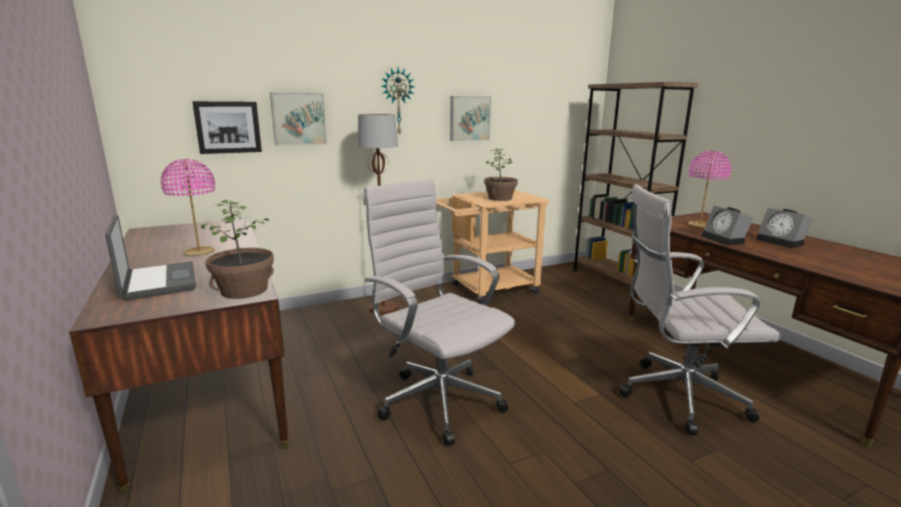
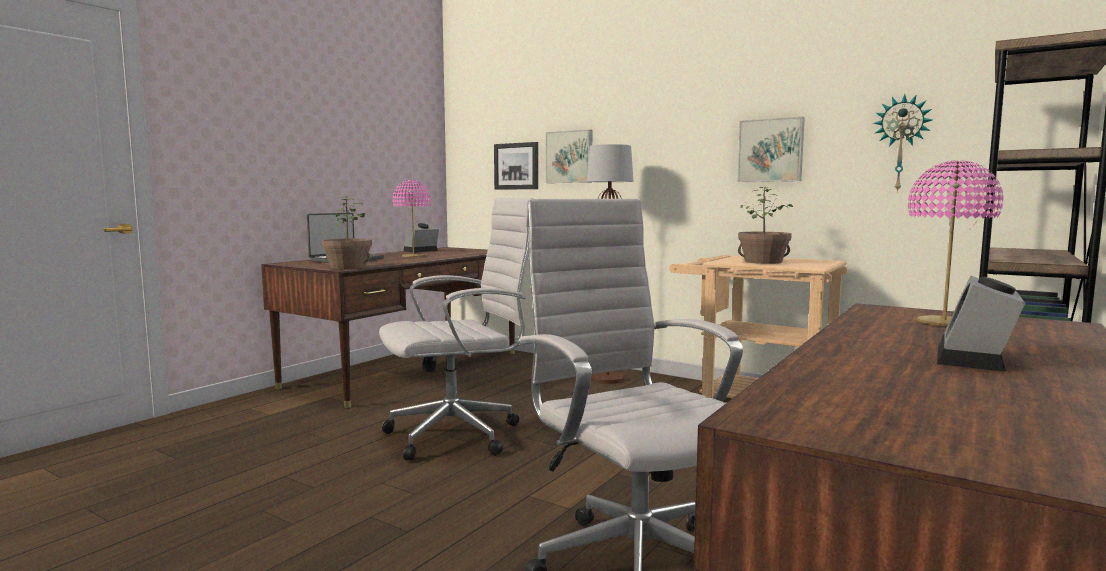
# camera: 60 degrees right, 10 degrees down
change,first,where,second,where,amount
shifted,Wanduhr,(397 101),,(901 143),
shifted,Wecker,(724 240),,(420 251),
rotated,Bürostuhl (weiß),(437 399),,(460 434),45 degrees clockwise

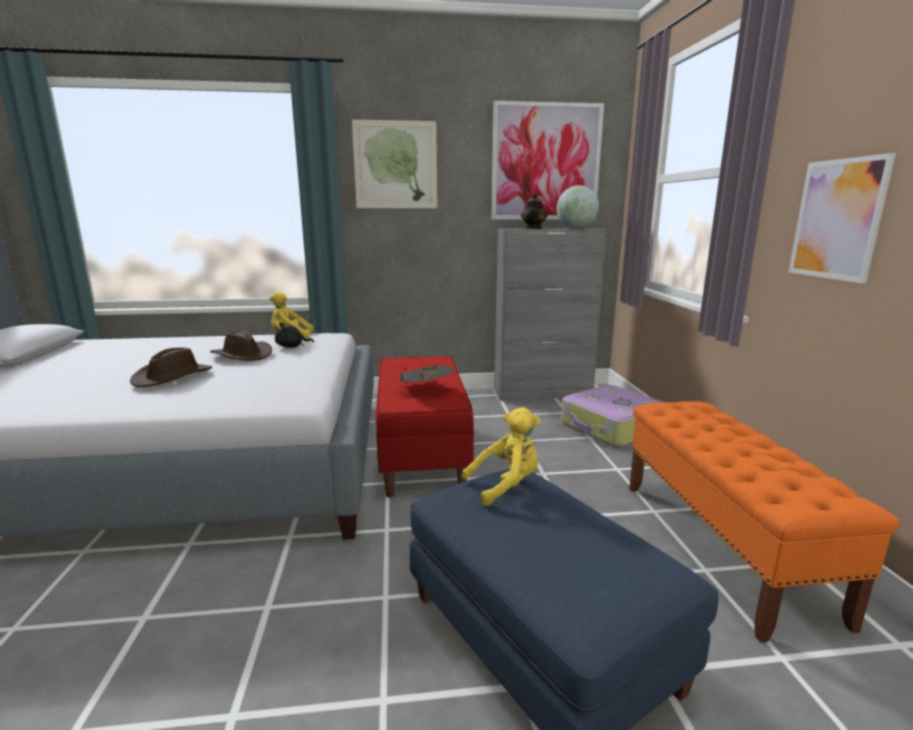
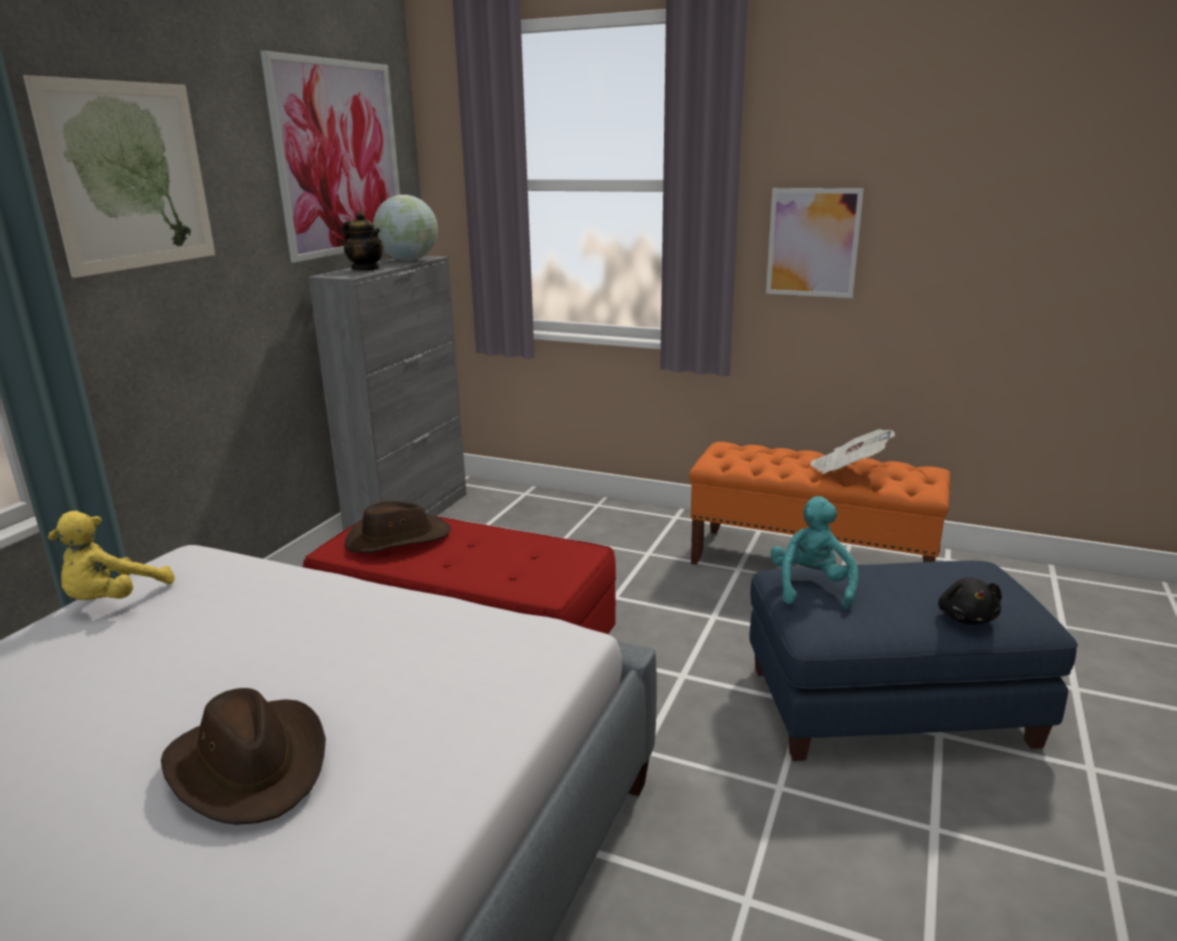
# camera: 60 degrees left, 5 degrees up
change,first,where,second,where,amount
gone,Koffer,(611 427),,,
shifted,Hut (braun),(243 355),,(397 538),
shifted,Plüschtier (schwarz),(292 347),,(966 617),
shifted,Zeitung,(426 389),,(848 470),
repainted,Plüschtier (gelb),(506 485),Plüschtier (türkis),(811 587),

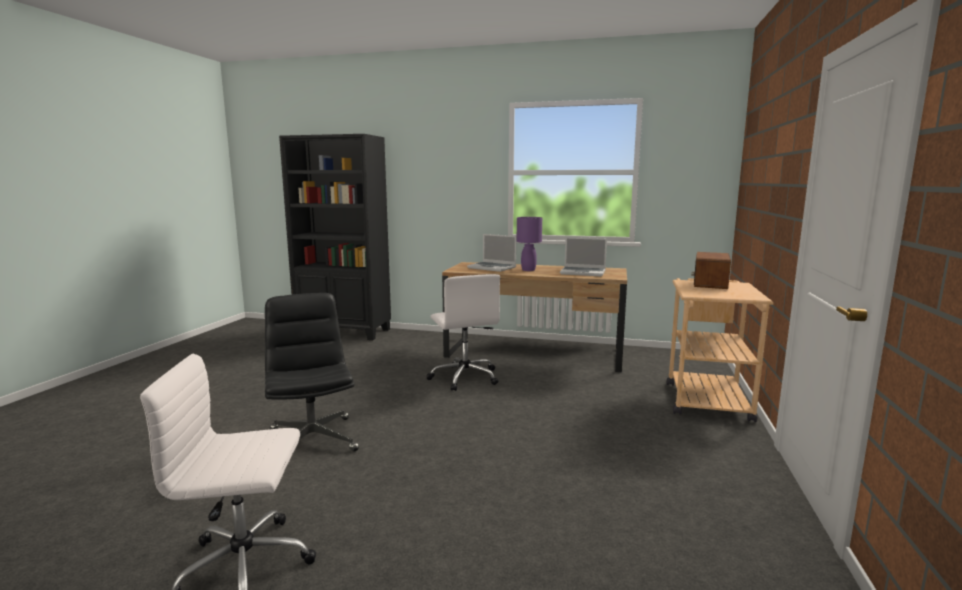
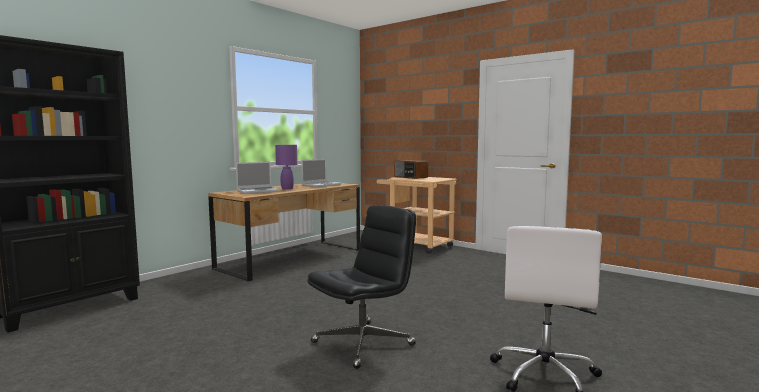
# camera: 65 degrees left, 5 degrees down
change,first,where,second,where,amount
gone,Bürostuhl (weiß),(464 377),,,
rotated,Bürostuhl (schwarz),(312 439),,(363 343),135 degrees clockwise

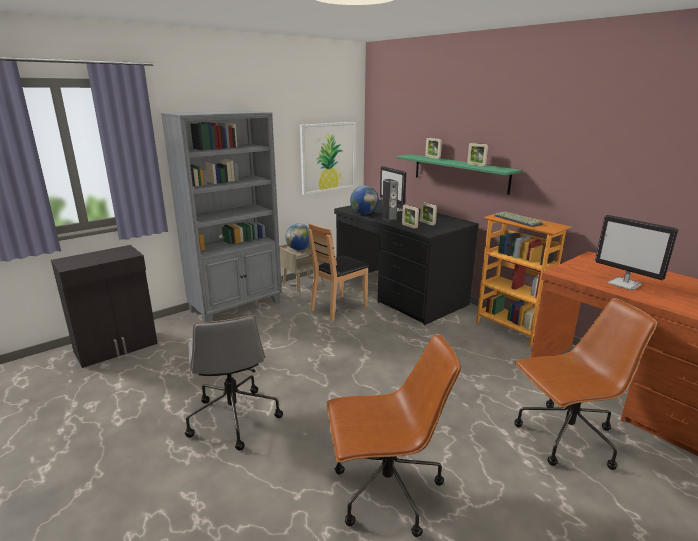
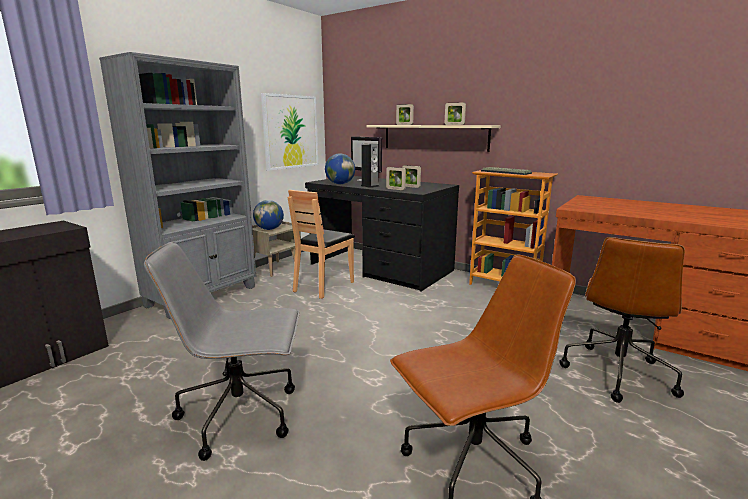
# camera: 15 degrees left, 5 degrees down
change,first,where,second,where,amount
gone,Monitor,(625 284),,,
repainted,Wandregal (grün),(460 173),Wandregal (beige),(434 137),
rotated,Bürostuhl (grau),(233 417),,(241 414),120 degrees clockwise
rotated,Bürostuhl (braun),(565 438),,(616 372),150 degrees clockwise

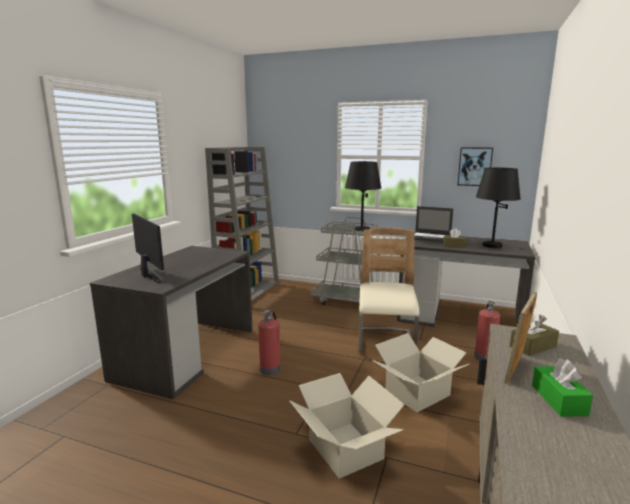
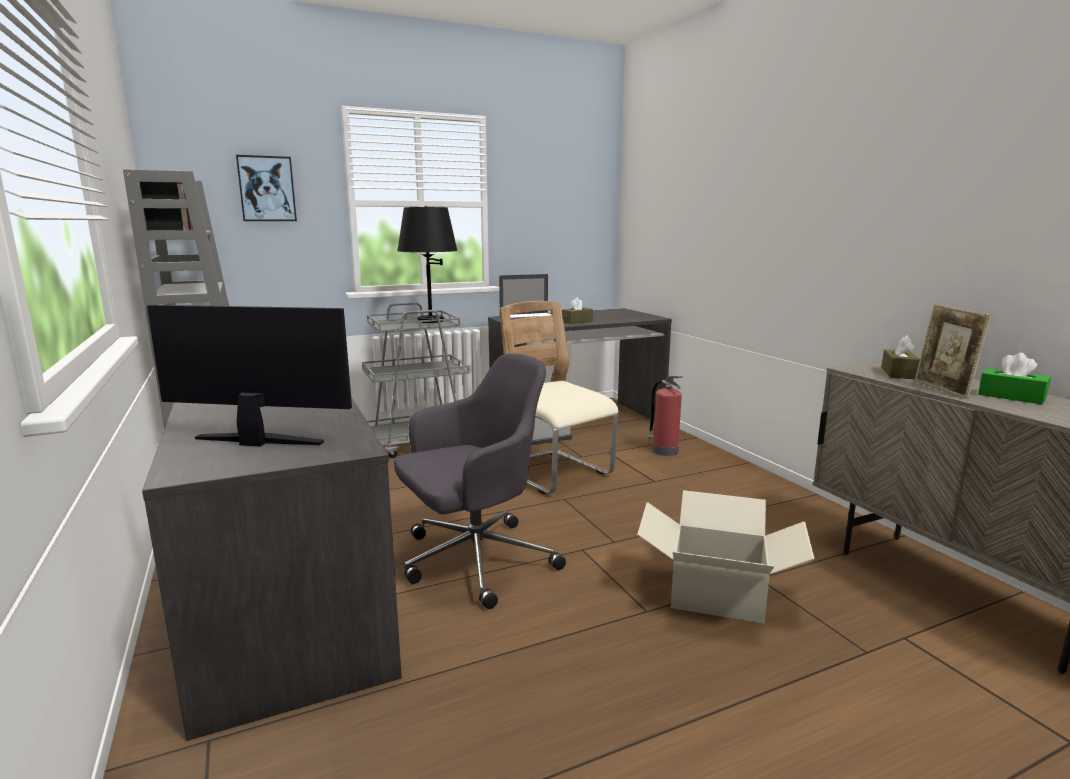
# camera: 45 degrees left, 0 degrees up
change,first,where,second,where,amount
gone,Karton,(418 393),,,
gone,Tischlampe (schwarz),(492 245),,,
shifted,Bild,(474 166),,(267 189),
swapped,Feuerlöscher,(270 369),Bürostuhl (grau),(474 561),

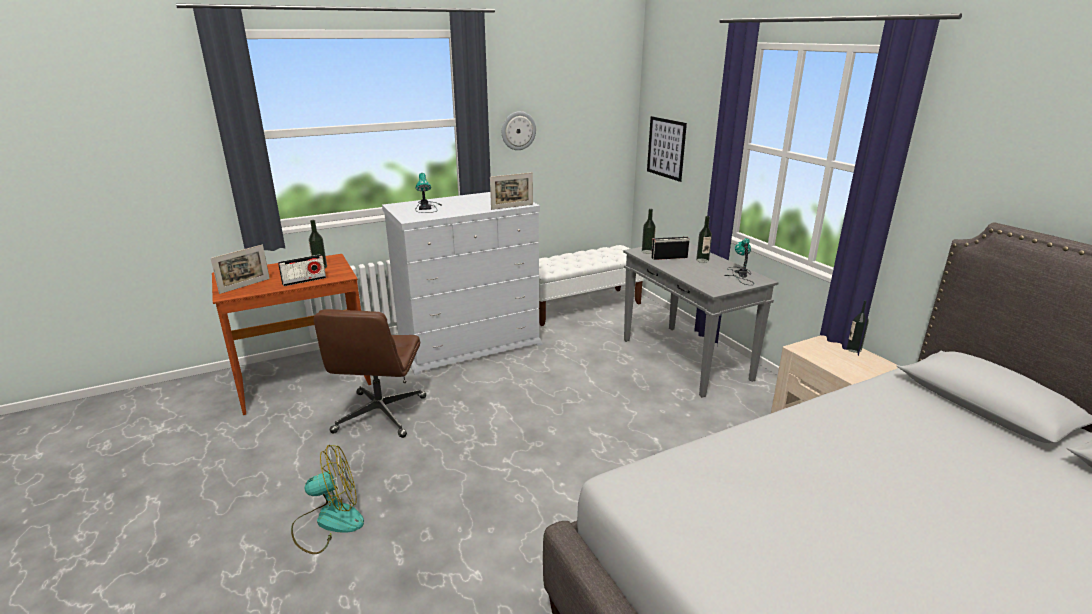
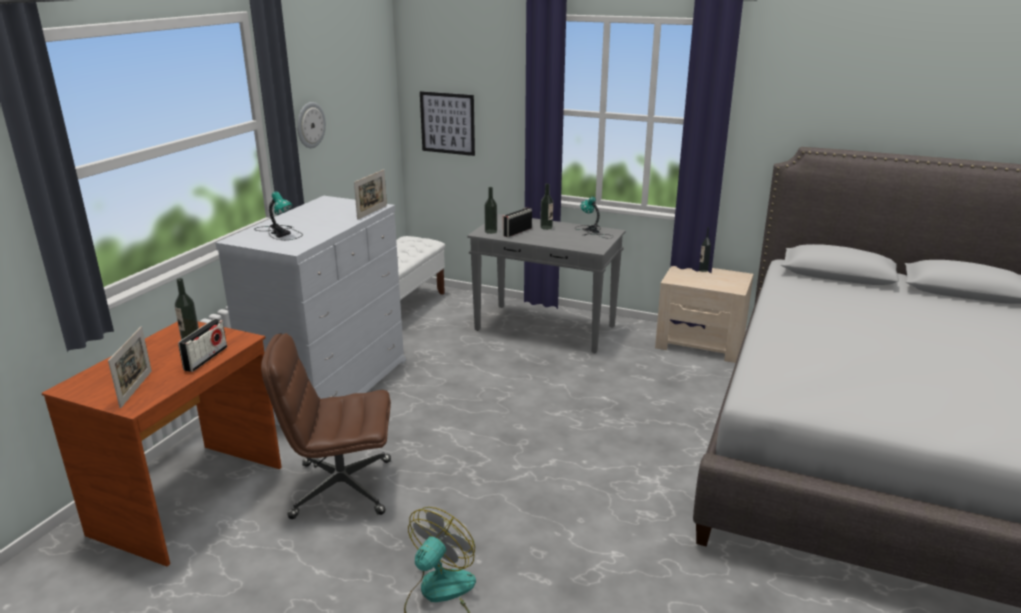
# camera: 40 degrees left, 0 degrees up
change,first,where,second,where,amount
rotated,Bürostuhl (braun),(380 415),,(340 488),120 degrees clockwise

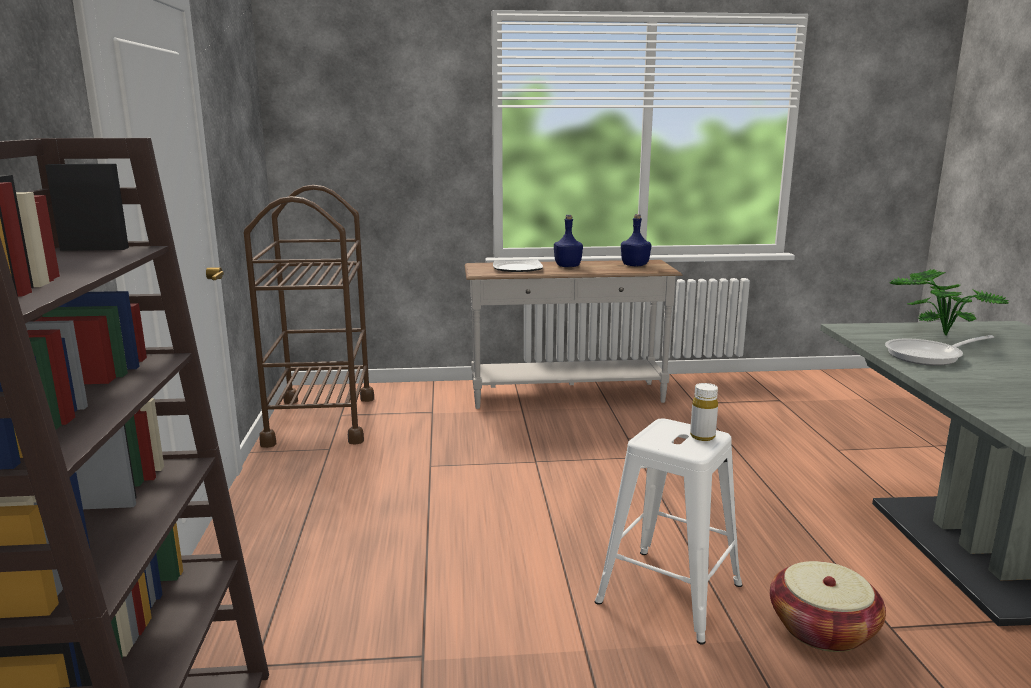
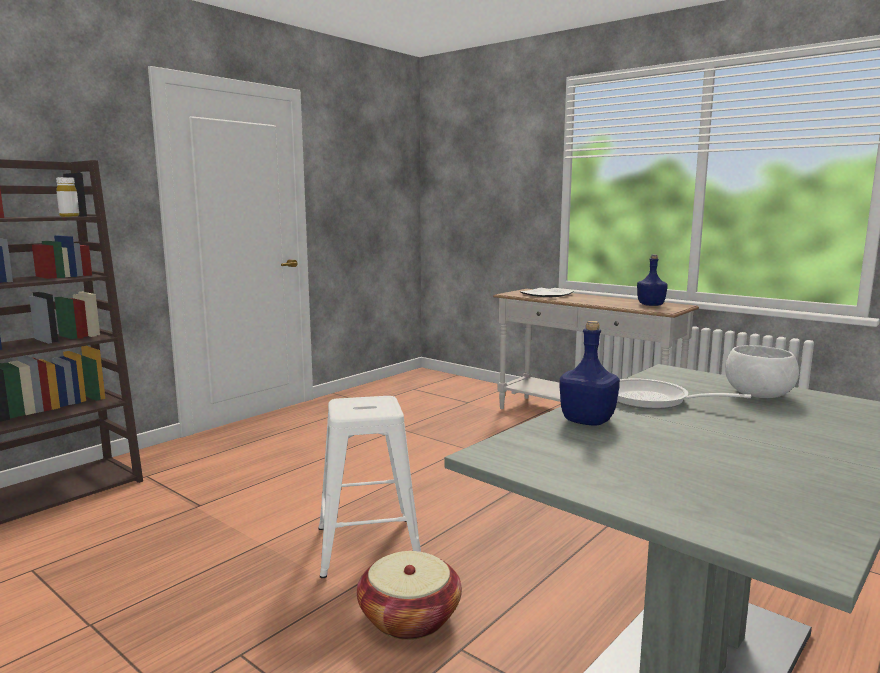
# camera: 45 degrees right, 5 degrees down
change,first,where,second,where,amount
gone,Rollwagen (braun),(321 420),,,
shifted,Flasche (blau),(568 266),,(587 421),
shifted,Flasche (weiß),(702 436),,(69 216),
swapped,Topfpflanze,(941 333),Schüssel (weiß),(759 394),

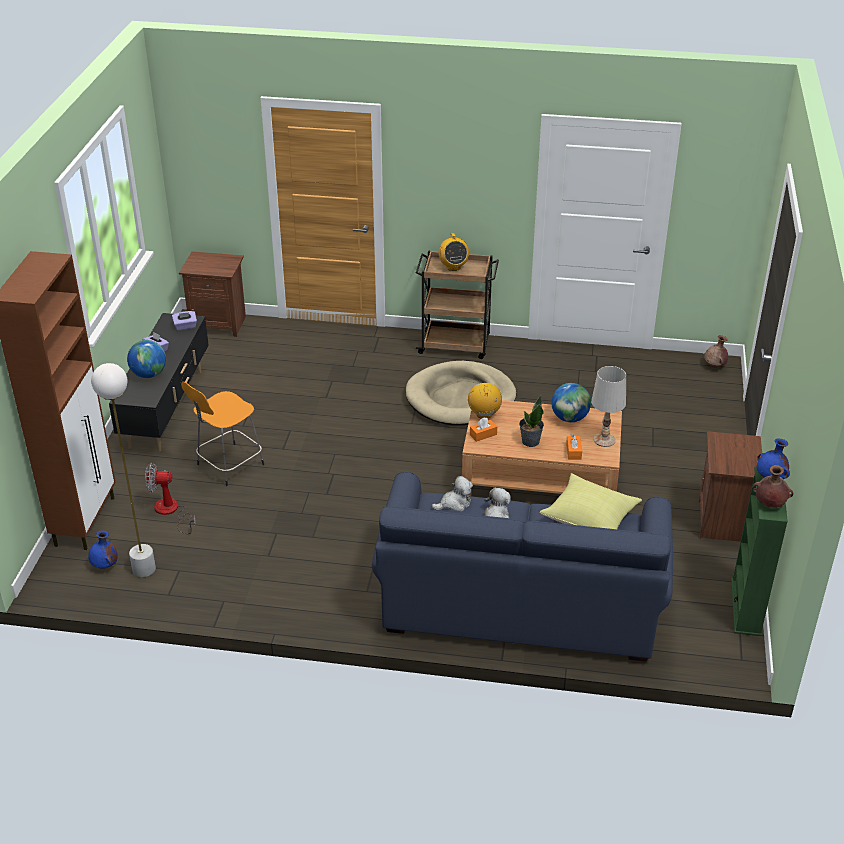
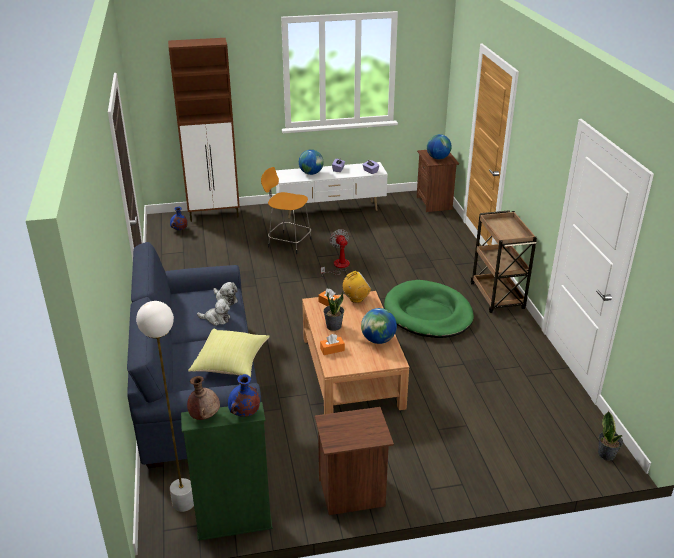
# camera: 70 degrees right, 5 degrees down
change,first,where,second,where,amount
gone,Radio,(453 267),,,
gone,Tischlampe (weiß),(604 440),,,
new,,,Globus,(438 158),
shifted,Stehlampe (weiß),(144 569),,(183 503),
shifted,Ventilator,(171 511),,(338 266),
swapped,Vase (braun),(715 366),Topfpflanze,(606 454),
repainted,Fernsehschrank (schwarz),(167 409),Fernsehschrank (weiß),(331 210),
repainted,Hundebett (beige),(460 398),Hundebett (grün),(428 313),

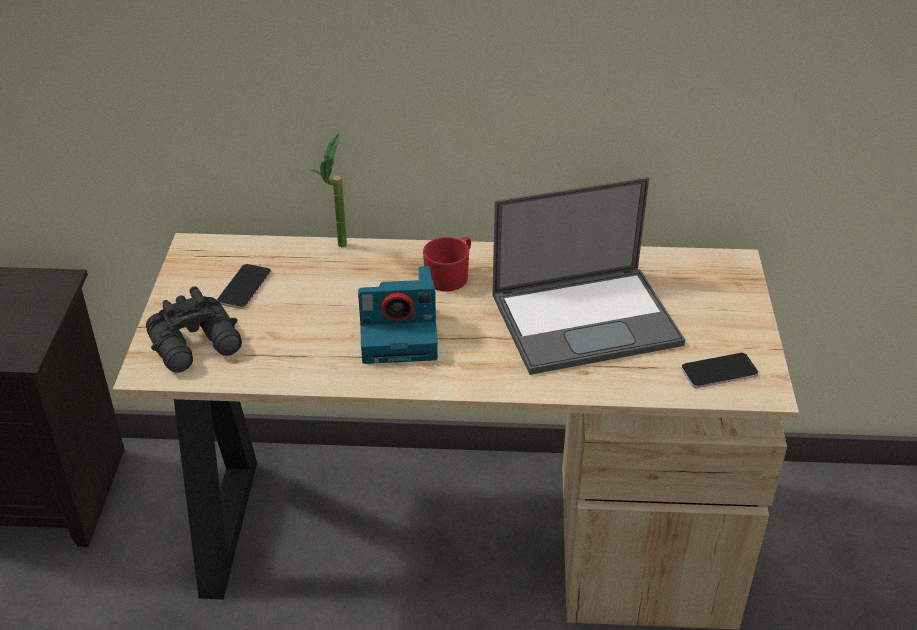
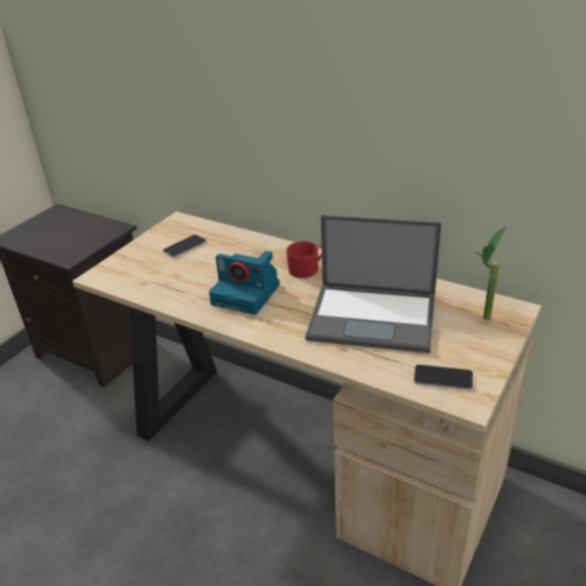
# camera: 30 degrees right, 5 degrees down
change,first,where,second,where,amount
gone,Fernglas (schwarz),(198 345),,,
shifted,Topfpflanze,(338 250),,(482 321),

